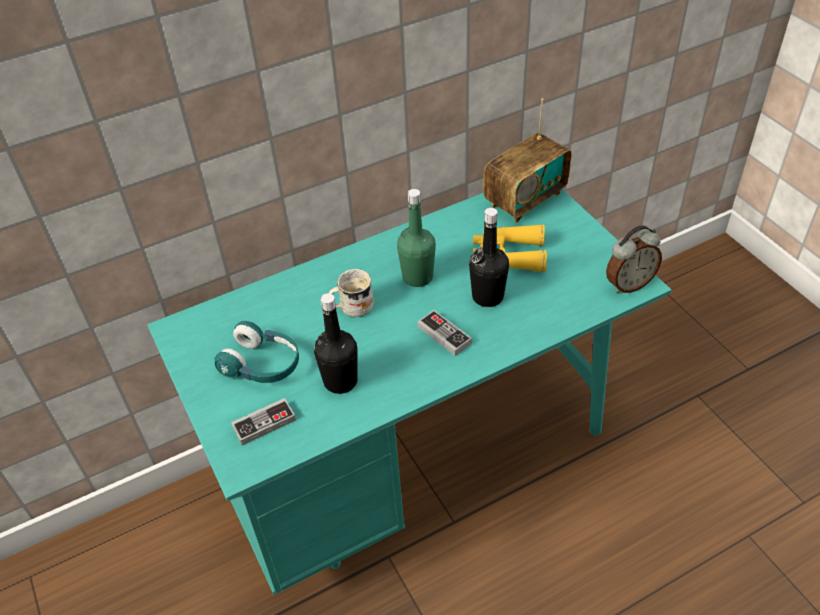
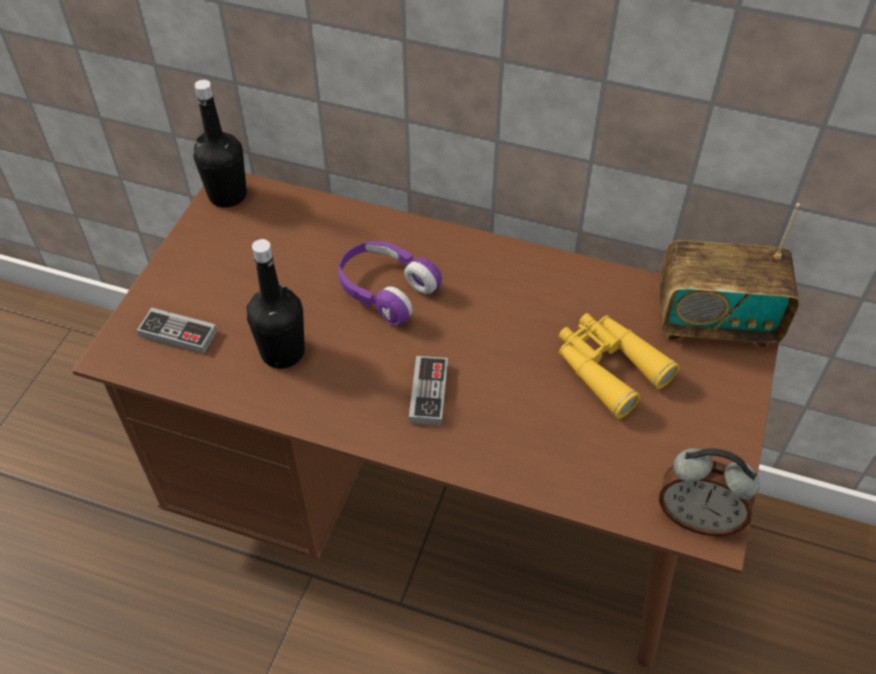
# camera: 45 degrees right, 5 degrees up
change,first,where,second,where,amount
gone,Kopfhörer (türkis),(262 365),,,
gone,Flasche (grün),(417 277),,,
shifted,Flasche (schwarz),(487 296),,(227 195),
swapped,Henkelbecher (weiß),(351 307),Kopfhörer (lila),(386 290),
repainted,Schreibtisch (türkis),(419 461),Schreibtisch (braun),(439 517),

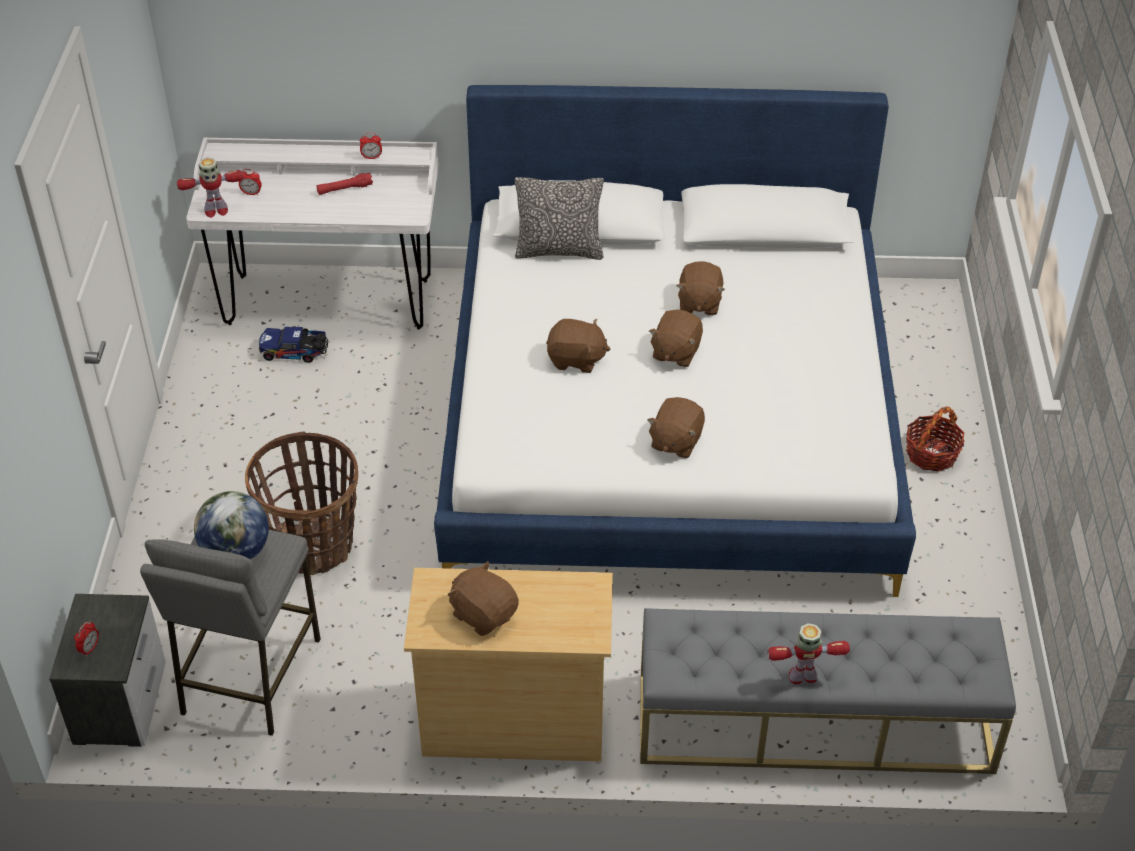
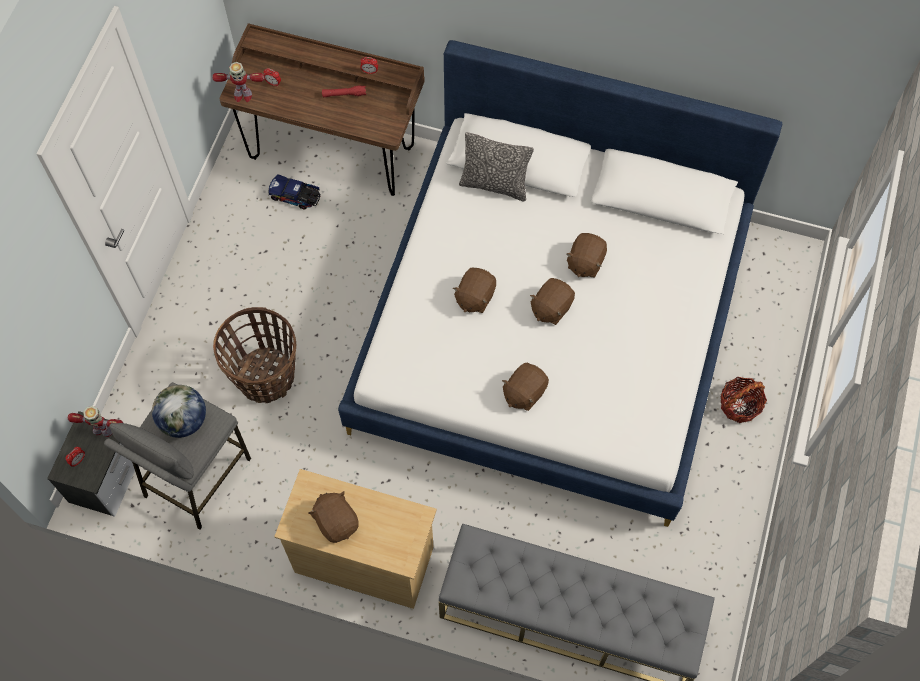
# camera: 15 degrees right, 20 degrees up
change,first,where,second,where,amount
shifted,Spielzeugroboter,(803 676),,(103 430),
repainted,Schreibtisch (weiß),(329 301),Schreibtisch (braun),(332 153),
rotated,Plüschtier (braun),(576 360),,(474 297),90 degrees clockwise

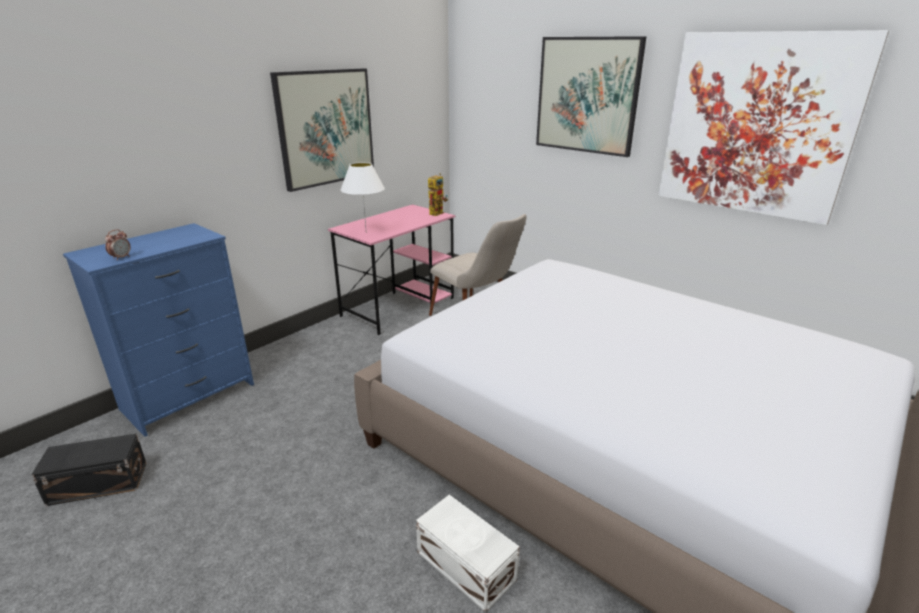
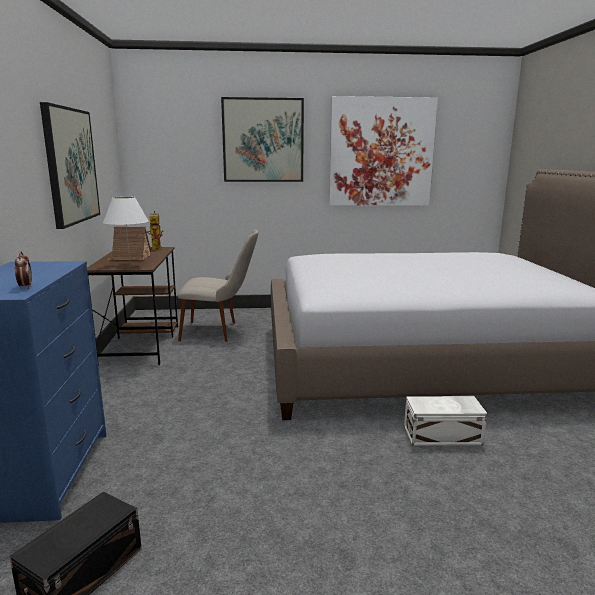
# camera: 45 degrees left, 10 degrees down
change,first,where,second,where,amount
new,,,Spielzeughaus,(130 257),
repainted,Schreibtisch (rosa),(399 306),Schreibtisch (braun),(141 344),

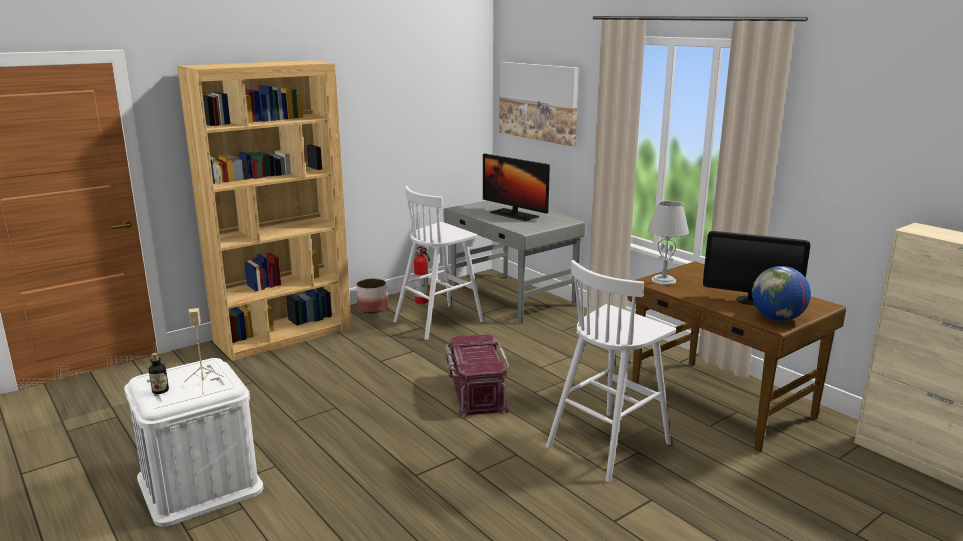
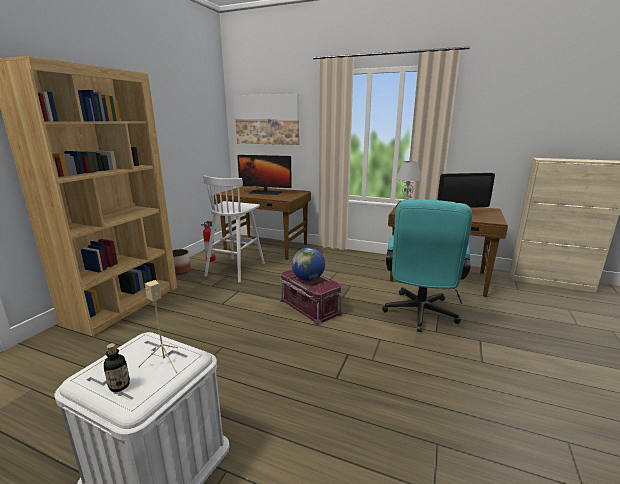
# camera: 30 degrees left, 0 degrees up
change,first,where,second,where,amount
shifted,Globus,(777 319),,(308 279),
swapped,Hocker (weiß),(610 444),Bürostuhl (türkis),(419 315),
repainted,Schreibtisch (grau),(511 298),Schreibtisch (braun),(266 247),

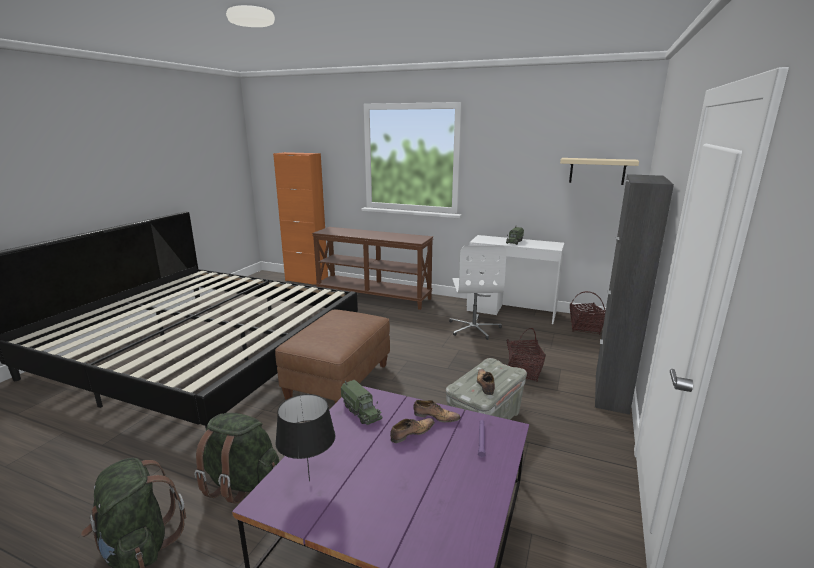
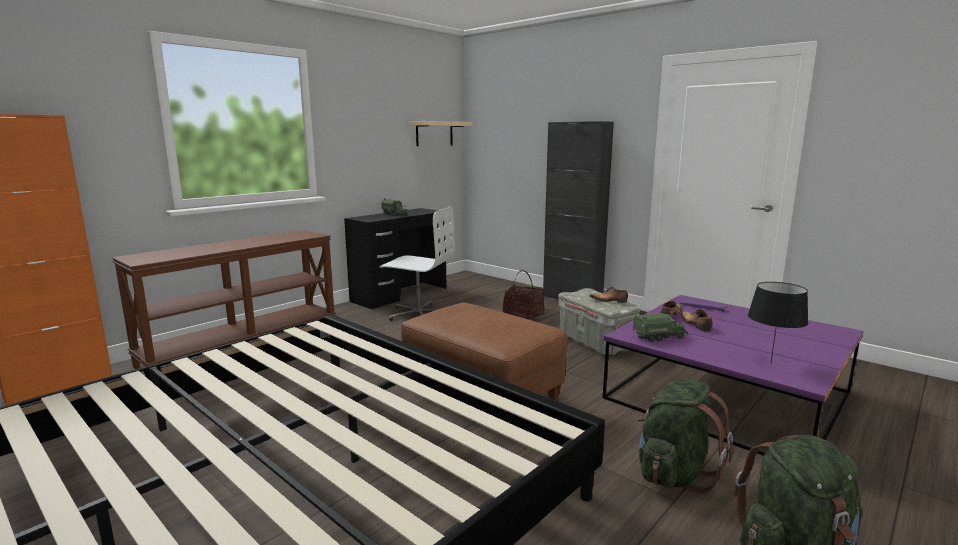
# camera: 70 degrees left, 5 degrees down
change,first,where,second,where,amount
gone,Korb,(585 328),,,
repainted,Schreibtisch (weiß),(511 311),Schreibtisch (schwarz),(399 294),

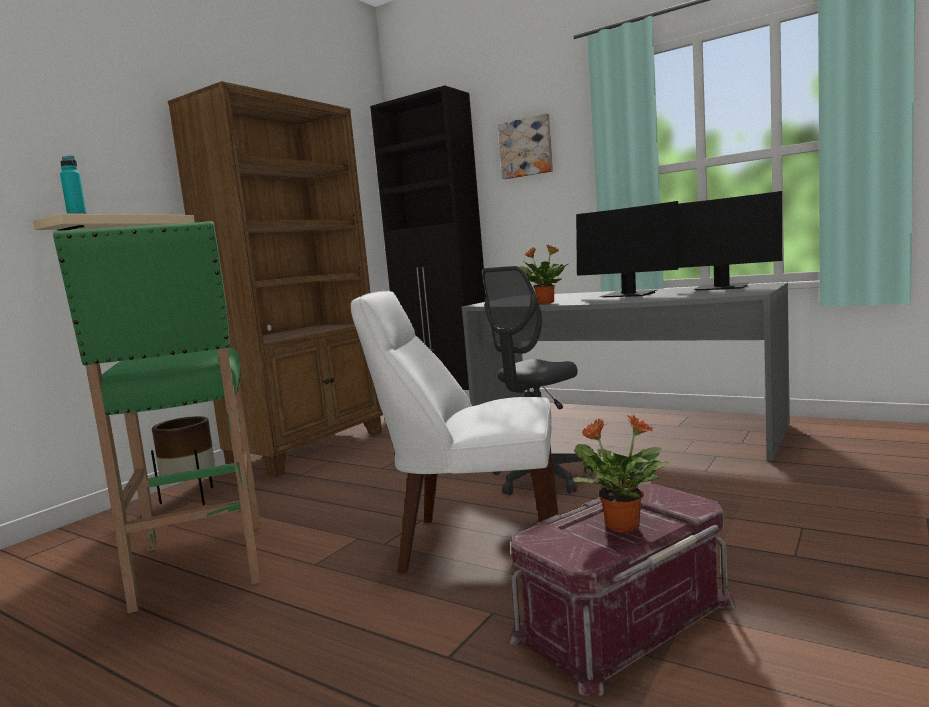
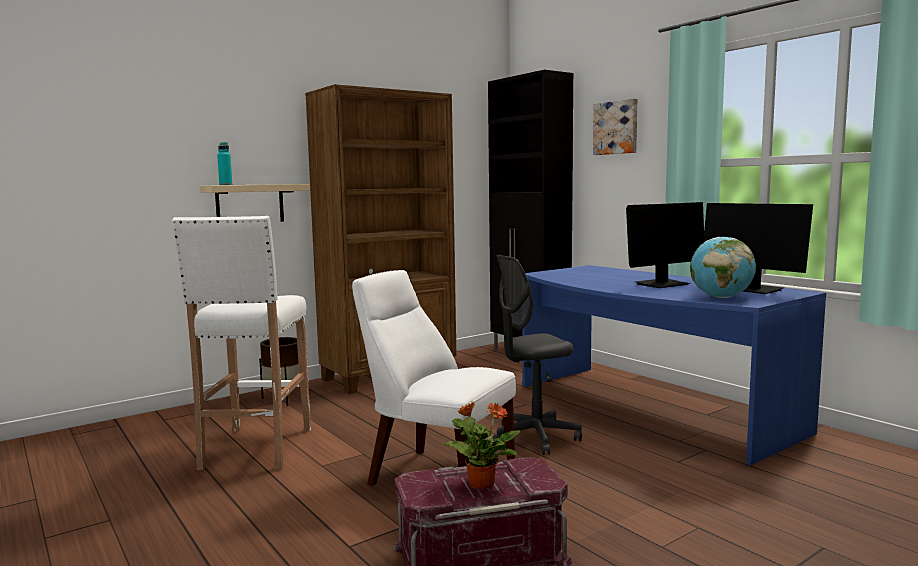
# camera: 20 degrees right, 0 degrees up
change,first,where,second,where,amount
gone,Topfpflanze,(544 303),,,
new,,,Globus,(721 297),
repainted,Hocker (grün),(201 565),Hocker (weiß),(256 449),
repainted,Schreibtisch (grau),(620 431),Schreibtisch (blau),(647 409),
rotated,Monitor,(629 295),,(662 284),90 degrees counterclockwise

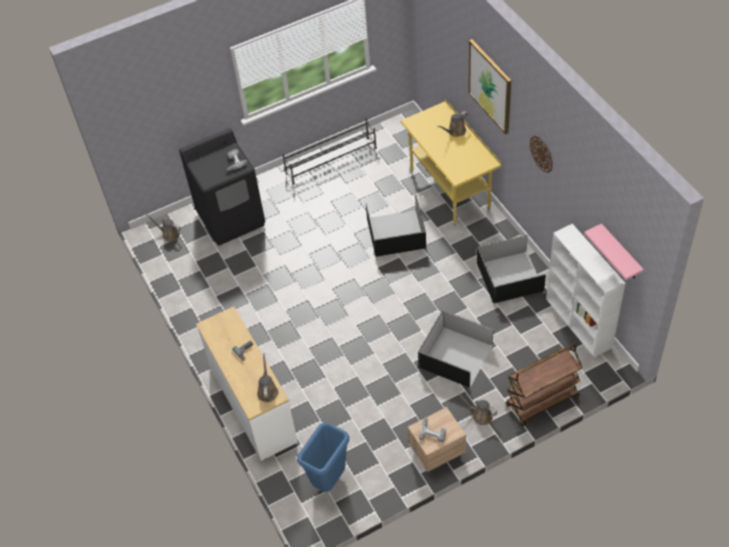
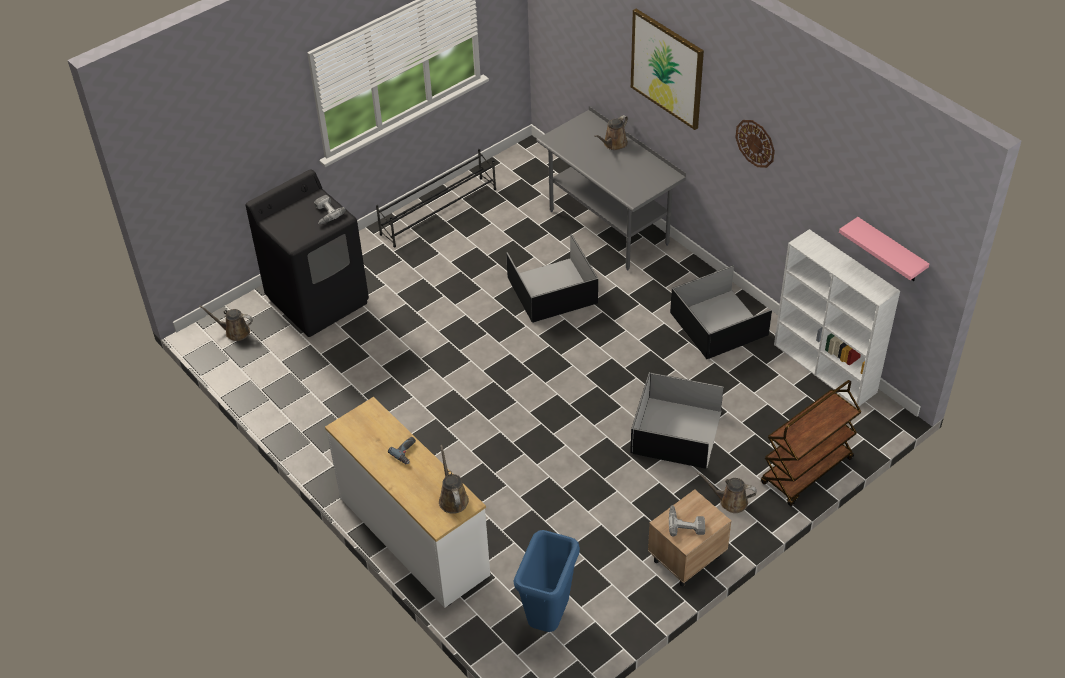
# camera: 15 degrees left, 5 degrees down
change,first,where,second,where,amount
repainted,Schreibtisch (gelb),(450 189),Schreibtisch (grau),(609 227),

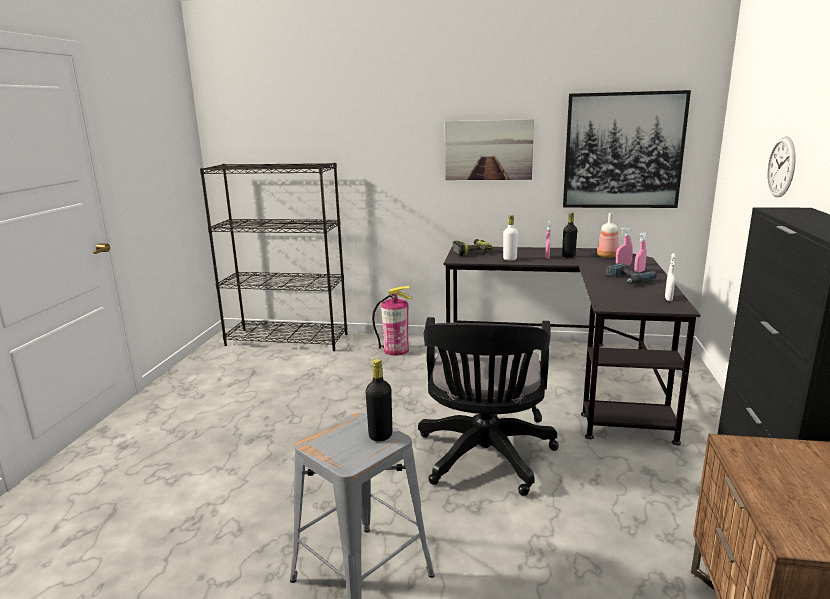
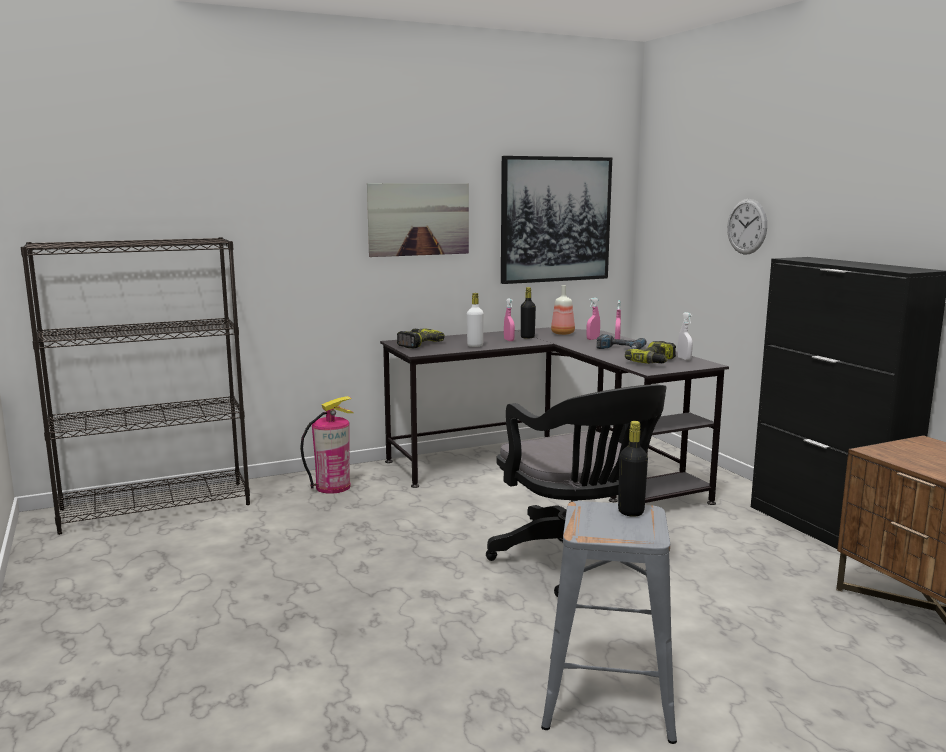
# camera: 35 degrees left, 5 degrees down
change,first,where,second,where,amount
new,,,Bohrmaschine,(655 362),

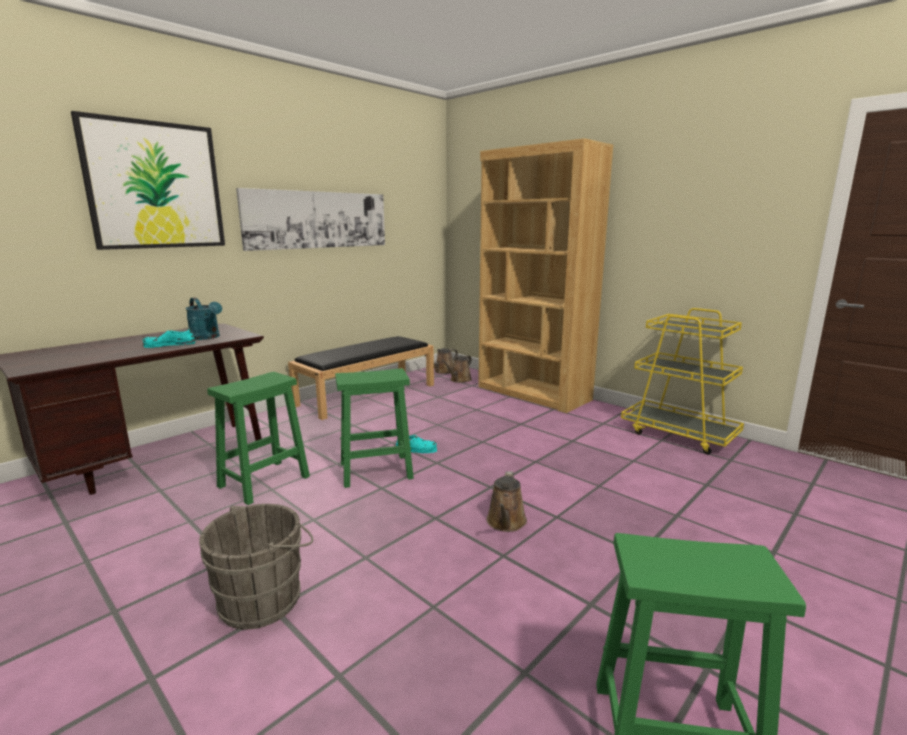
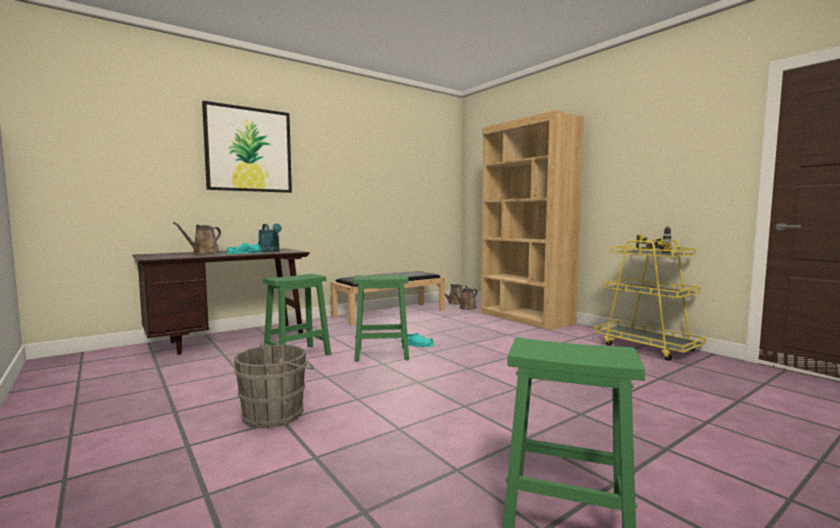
# camera: 10 degrees right, 10 degrees down
change,first,where,second,where,amount
gone,Bild,(318 220),,,
new,,,Bohrmaschine,(652 251),
shifted,Gießkanne (braun),(506 523),,(204 253),

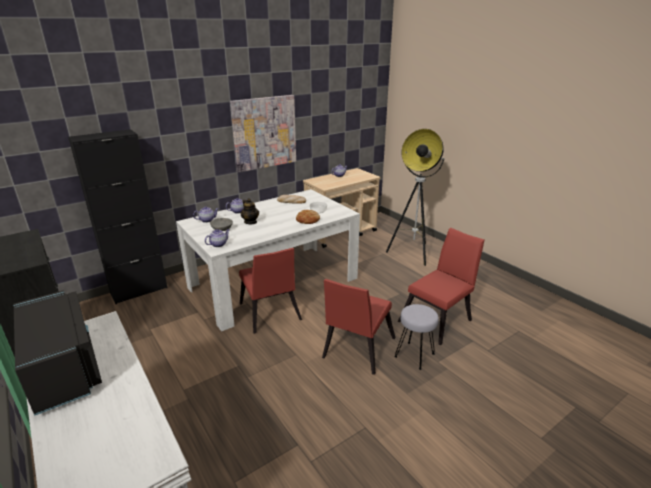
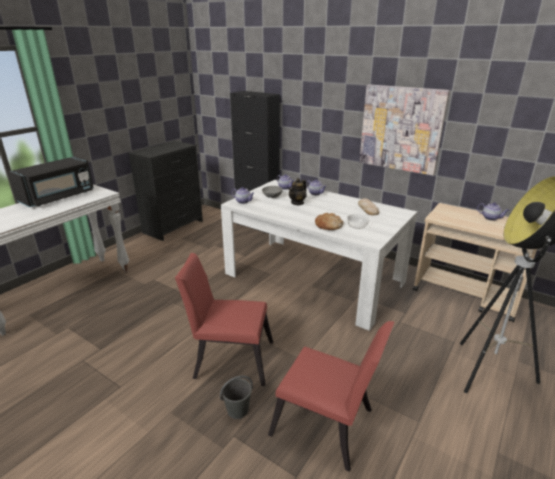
# camera: 70 degrees right, 0 degrees up
change,first,where,second,where,amount
gone,Stuhl (rot),(270 314),,,
swapped,Hocker (grau),(415 356),Eimer (grau),(237 410),

